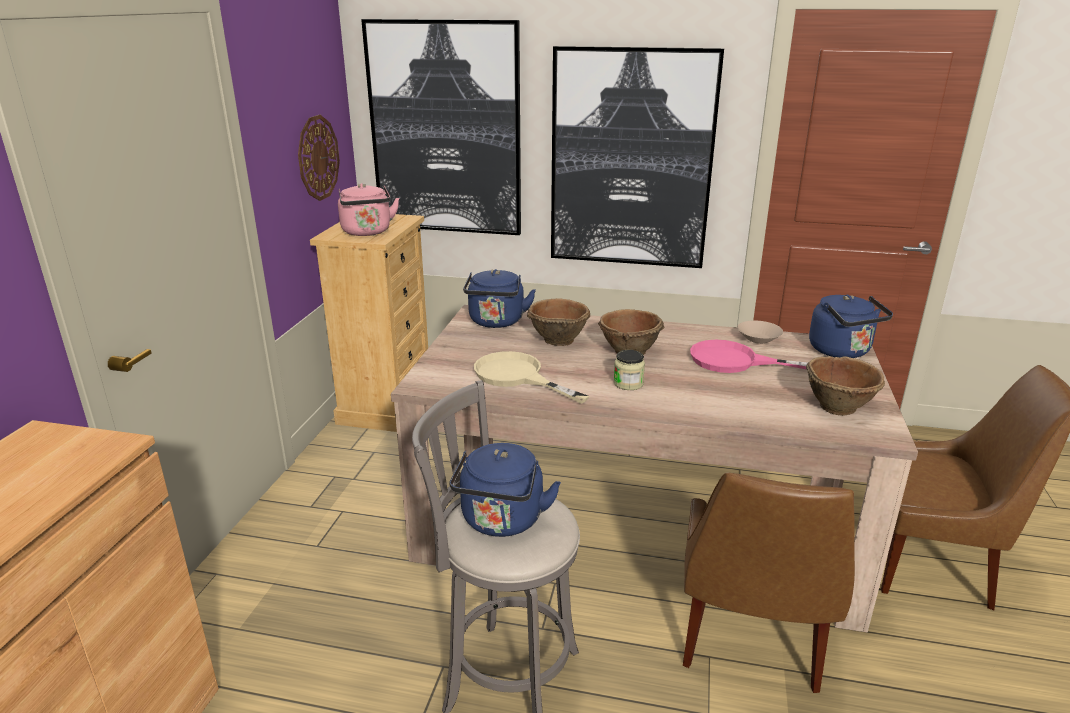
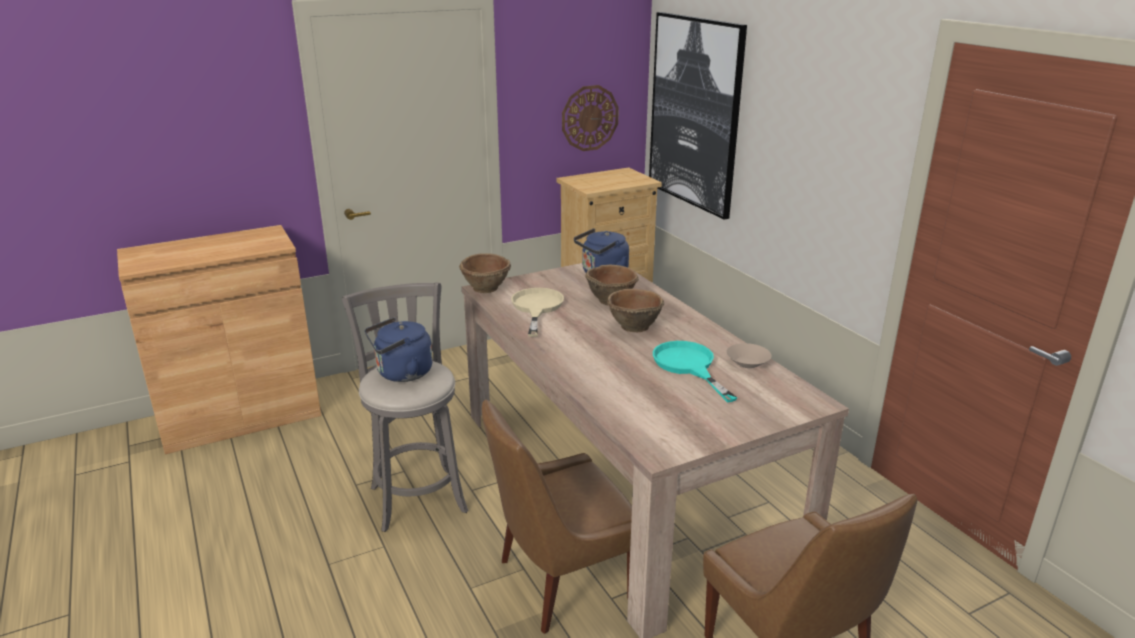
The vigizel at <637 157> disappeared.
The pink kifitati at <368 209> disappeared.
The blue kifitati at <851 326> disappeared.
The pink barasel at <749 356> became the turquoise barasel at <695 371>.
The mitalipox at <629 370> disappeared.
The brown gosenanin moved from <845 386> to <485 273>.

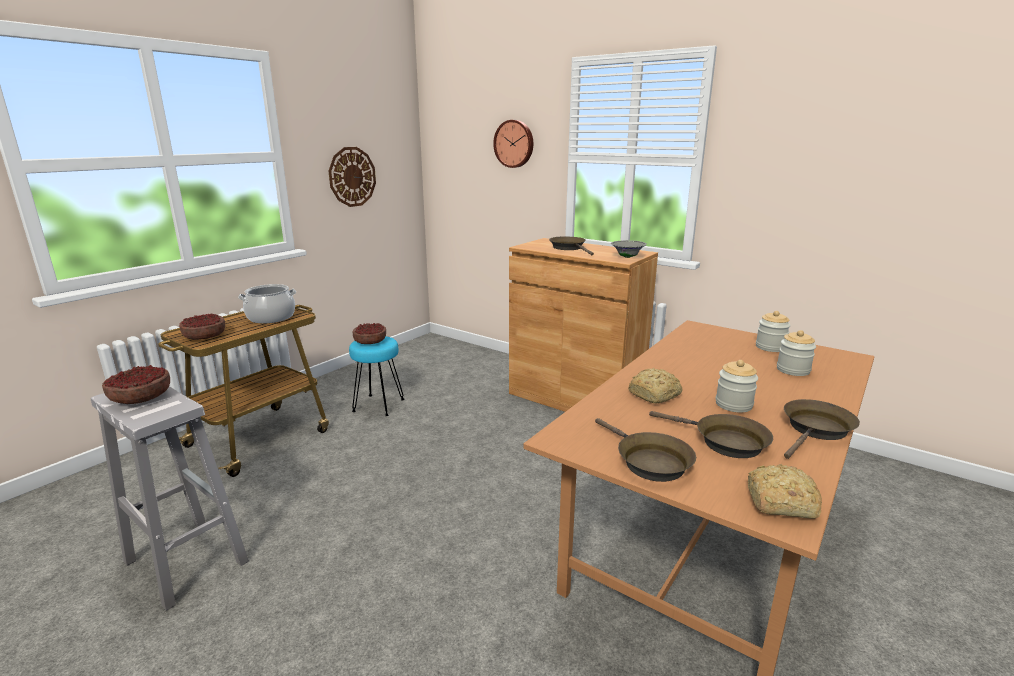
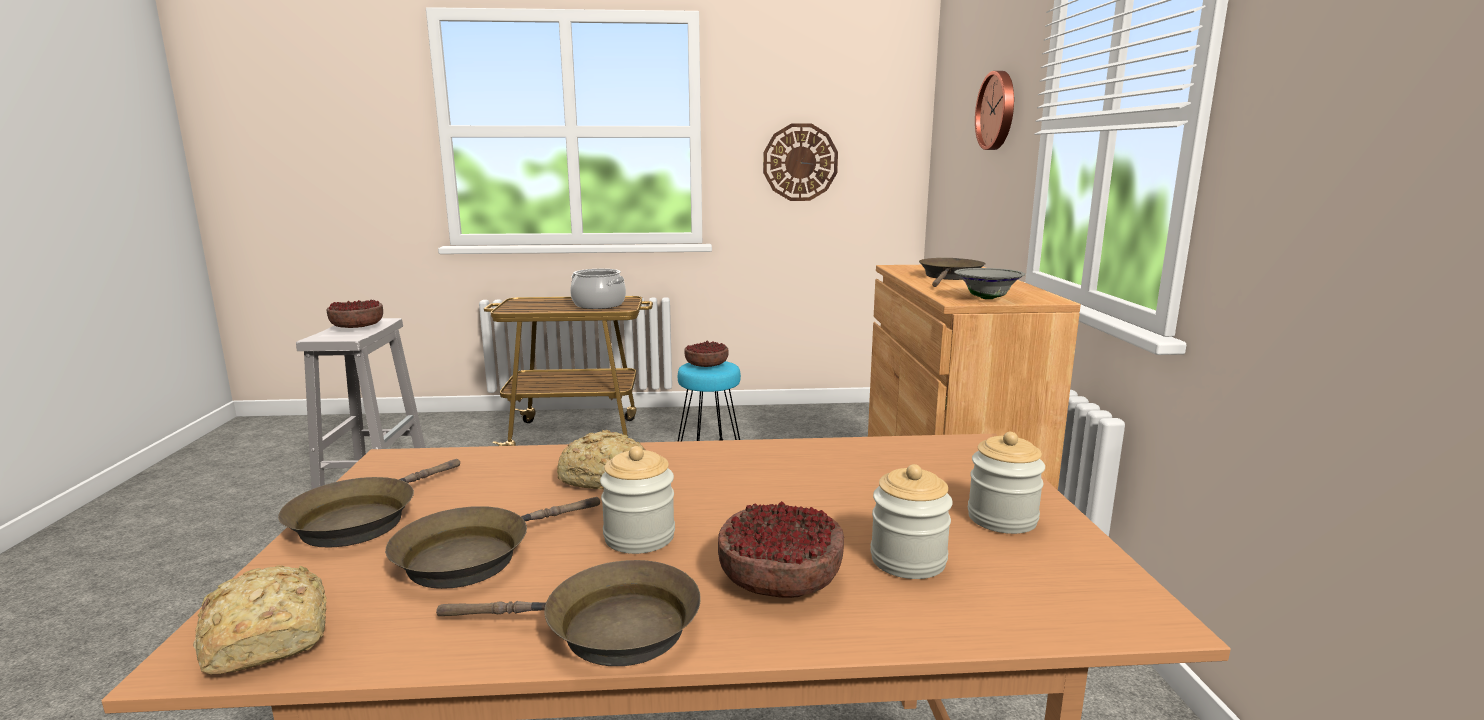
The gosenanin moved from <202 327> to <781 549>.
The brown barasel at <711 434> turned 45 degrees clockwise.

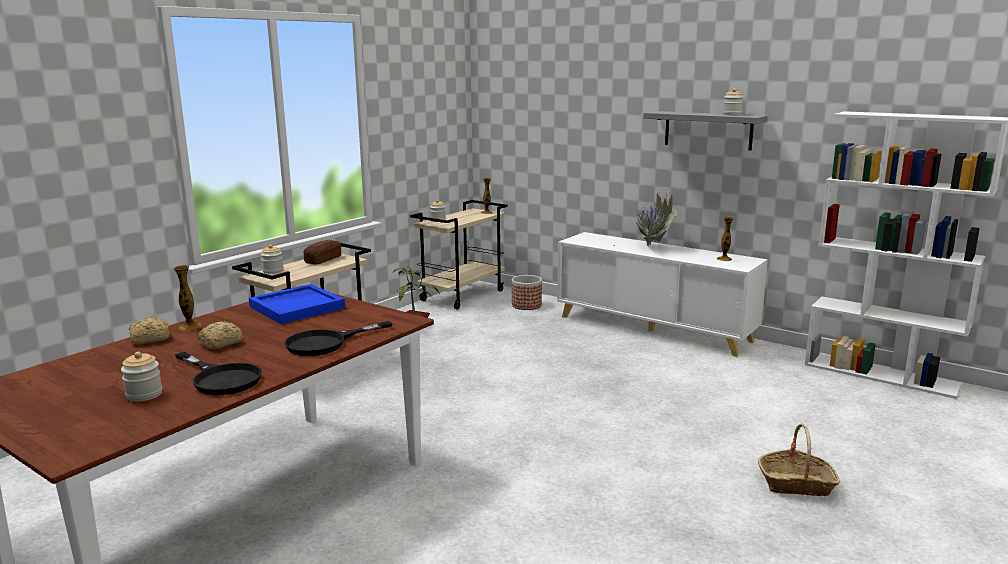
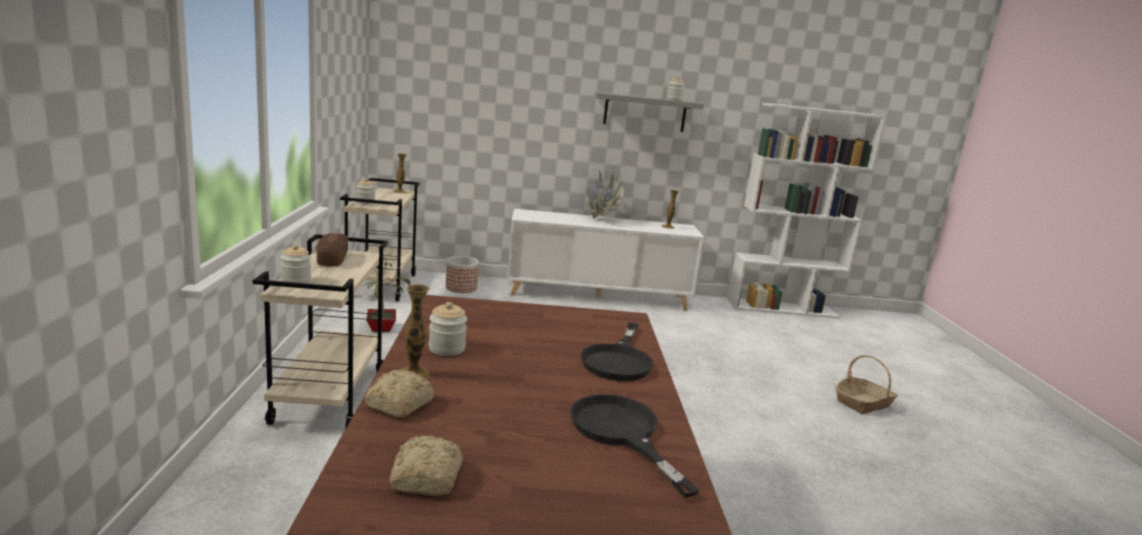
The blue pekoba at <297 304> disappeared.
The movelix moved from <220 335> to <426 466>.
The mitalipox moved from <141 377> to <447 329>.
The black barasel at <218 373> turned 120 degrees counterclockwise.

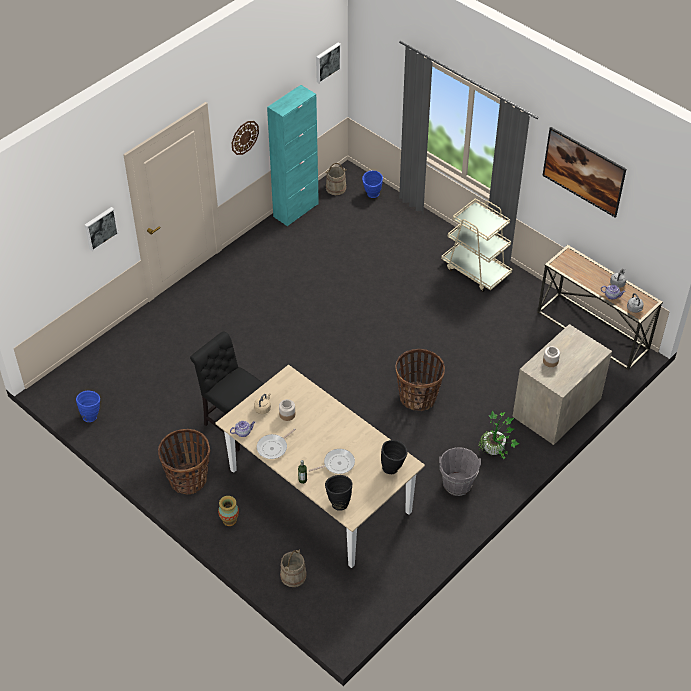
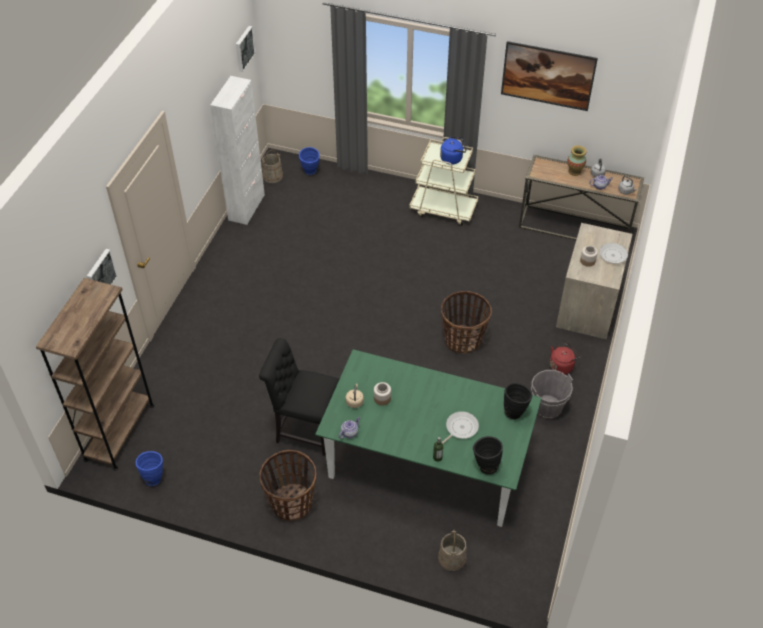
The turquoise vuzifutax at <293 155> became the white vuzifutax at <237 150>.
The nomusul at <245 138> disappeared.
The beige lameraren at <320 466> became the green lameraren at <428 438>.
The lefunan at <498 435> was replaced by the red kifitati at <565 358>.
The barasel moved from <276 443> to <613 248>.
The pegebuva moved from <228 511> to <577 160>.
The blue kifitati at <453 151> appeared.
The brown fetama at <95 374> appeared.

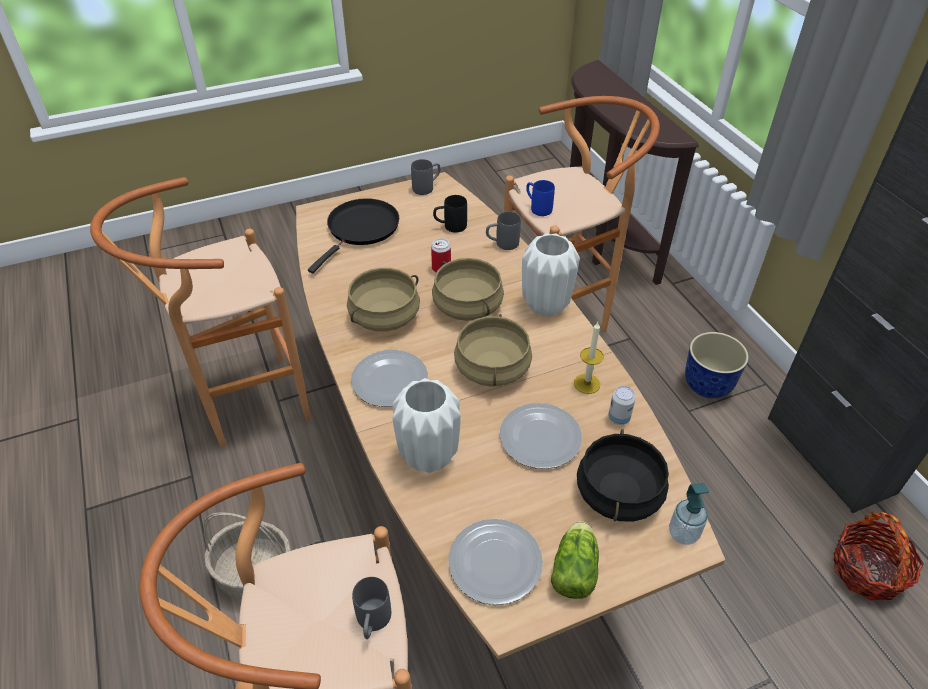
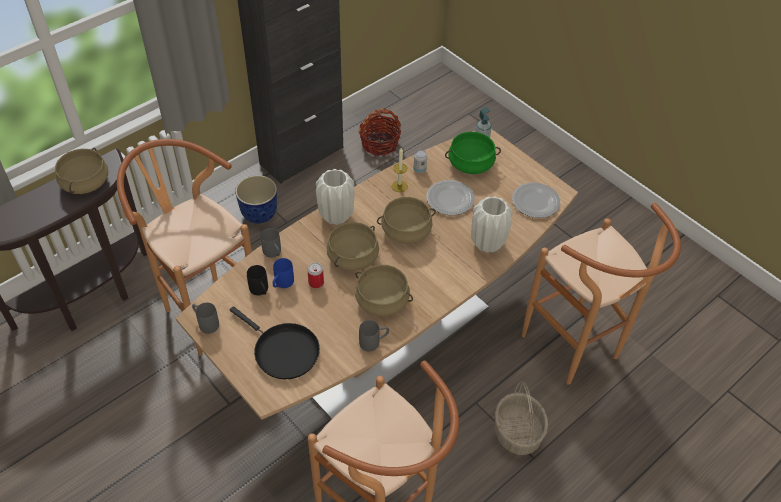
The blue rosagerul moved from <540 198> to <283 273>.
The black barasel at <353 235> turned 150 degrees counterclockwise.
The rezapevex at <389 378> disappeared.
The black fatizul at <623 475> became the green fatizul at <473 153>.
The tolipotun at <575 560> disappeared.
The grey rosagerul moved from <371 608> to <374 335>.
The beige fatizul at <81 171> appeared.

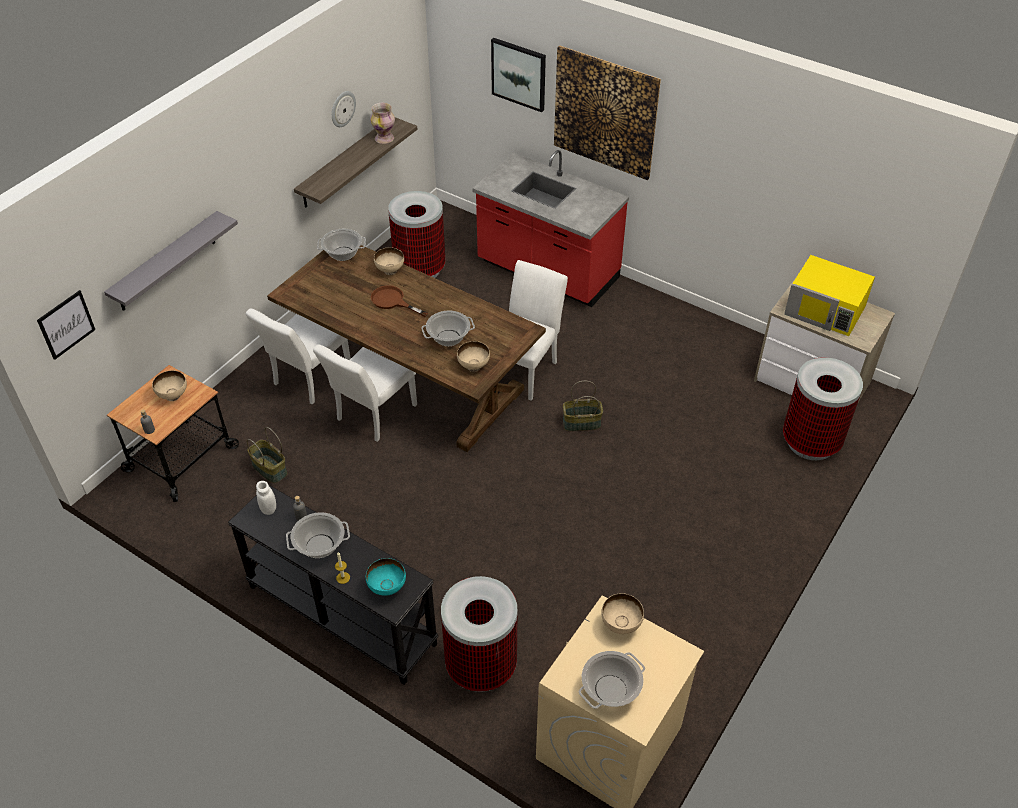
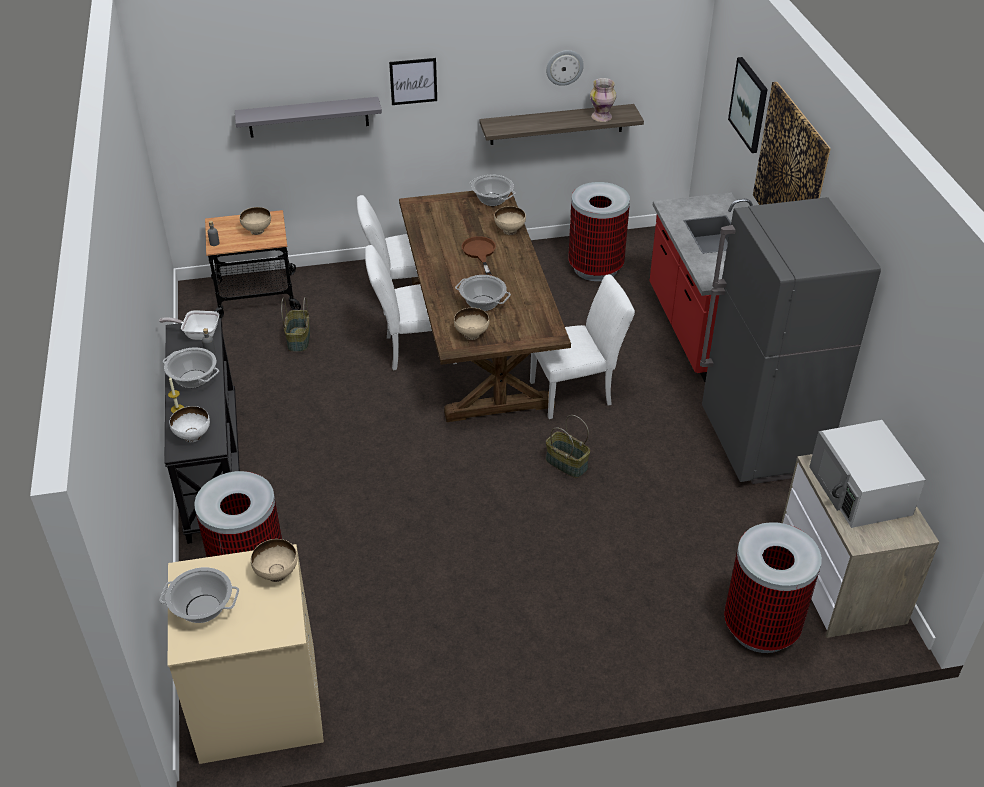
The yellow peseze at <829 295> became the white peseze at <867 474>.
The vigizel moved from <66 325> to <413 81>.
The white mitalipox at <266 498> was replaced by the barasel at <189 325>.
The turquoise gosenanin at <386 577> became the white gosenanin at <189 424>.
The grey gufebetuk at <790 340> appeared.

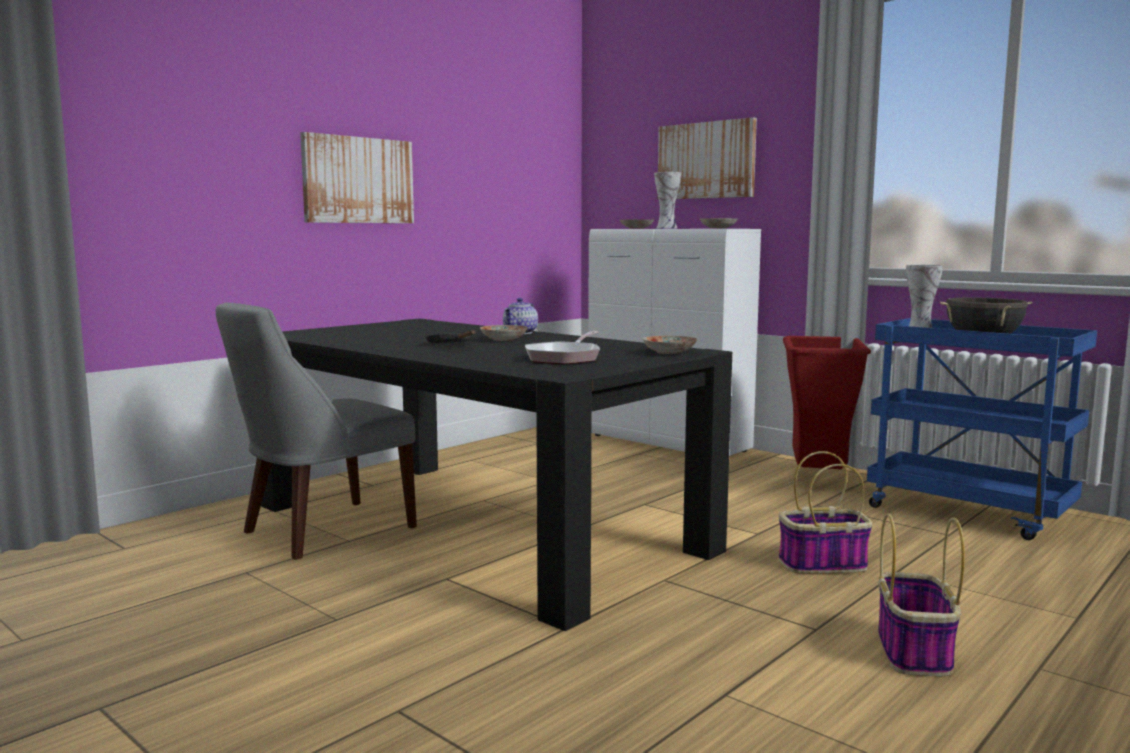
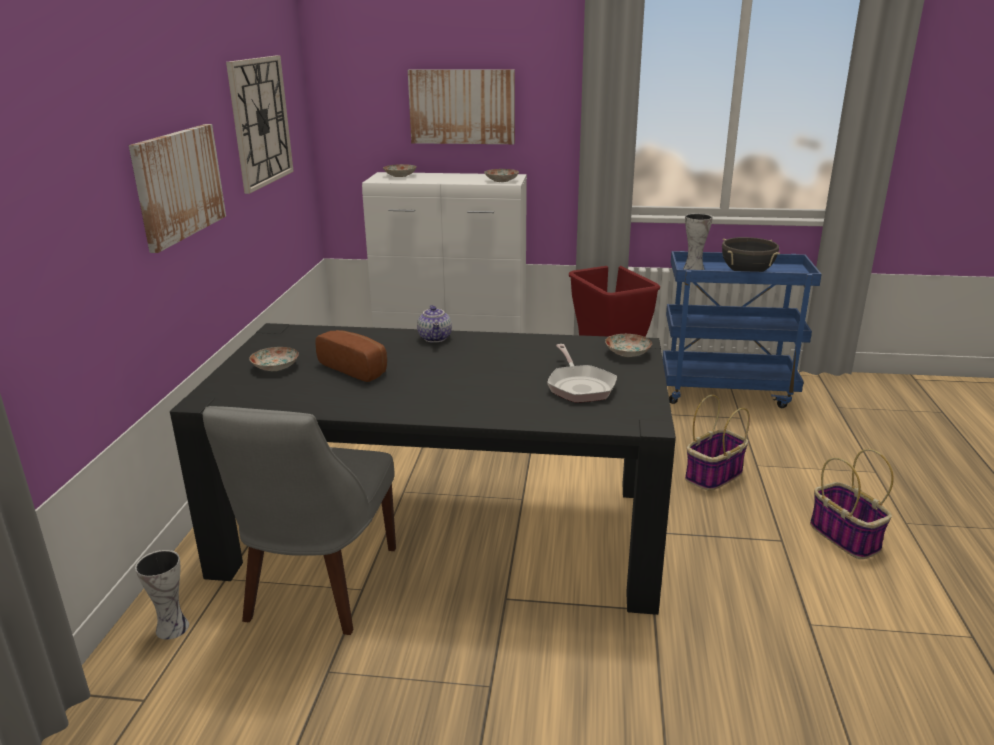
The pegebuva moved from <667 200> to <162 595>.
The rezapevex moved from <504 333> to <274 359>.
The black barasel at <450 337> disappeared.
The nomusul at <260 125> appeared.
The movelix at <351 356> appeared.

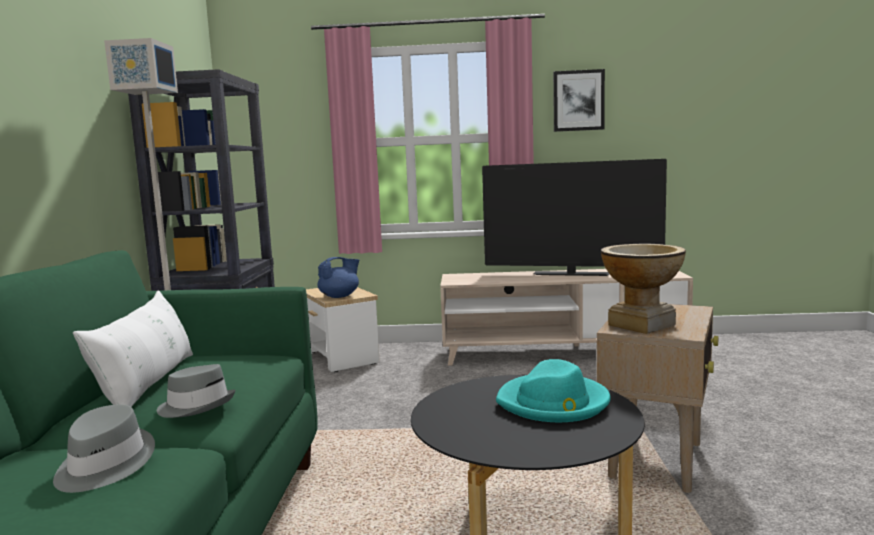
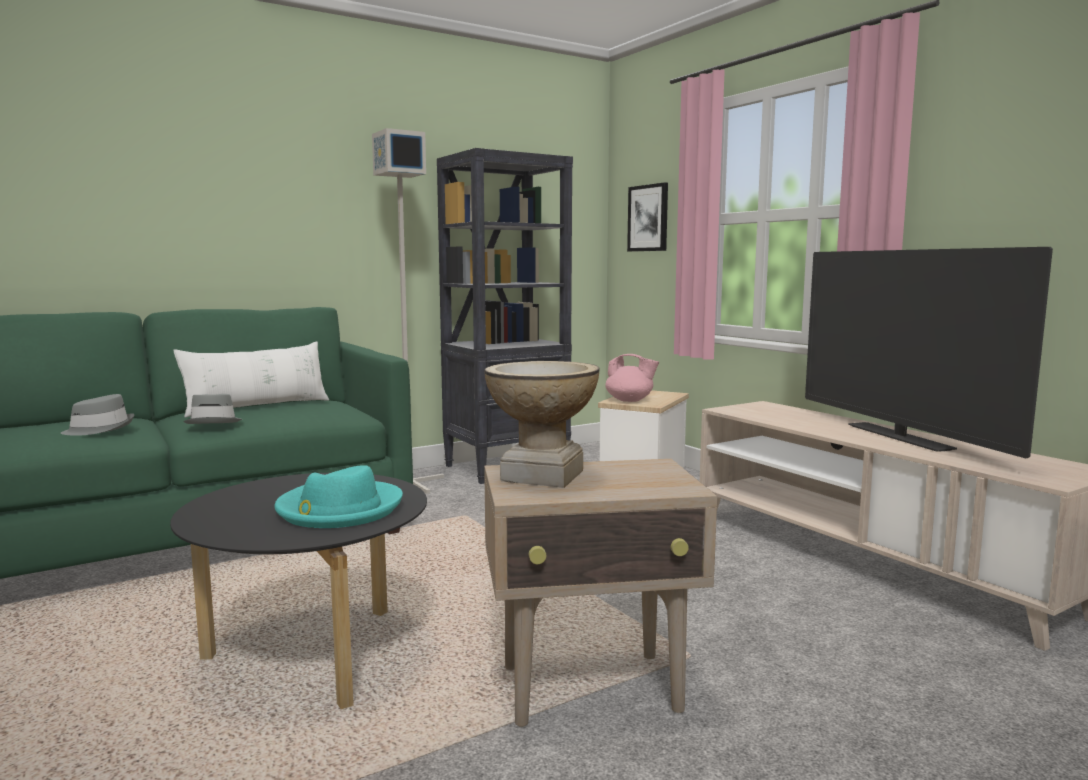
The vigizel moved from <579 100> to <647 217>.
The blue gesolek at <338 277> became the pink gesolek at <632 378>.

